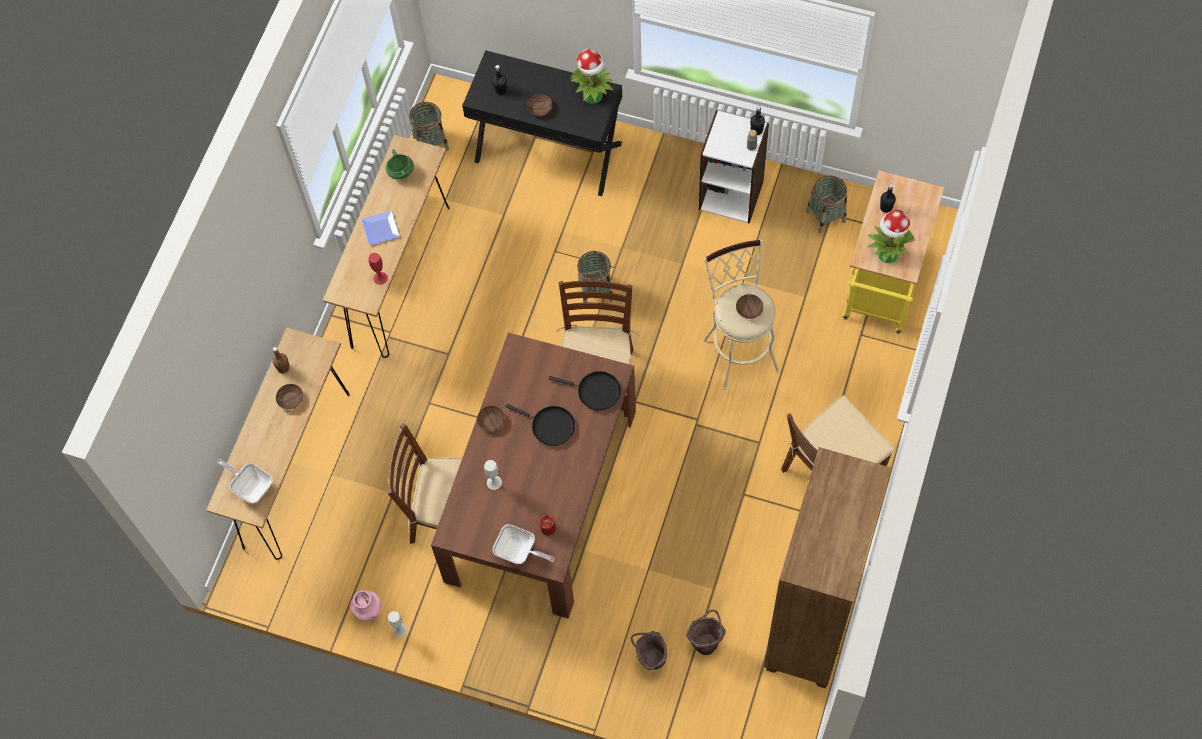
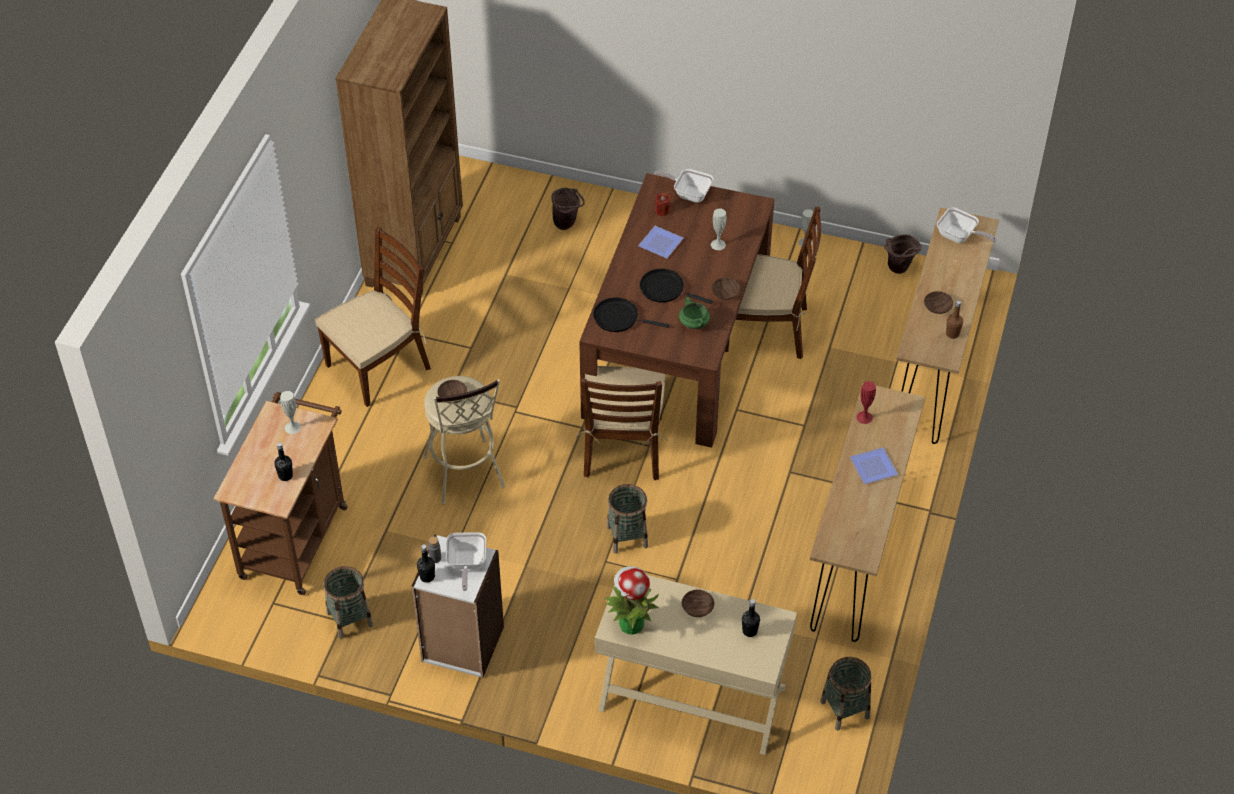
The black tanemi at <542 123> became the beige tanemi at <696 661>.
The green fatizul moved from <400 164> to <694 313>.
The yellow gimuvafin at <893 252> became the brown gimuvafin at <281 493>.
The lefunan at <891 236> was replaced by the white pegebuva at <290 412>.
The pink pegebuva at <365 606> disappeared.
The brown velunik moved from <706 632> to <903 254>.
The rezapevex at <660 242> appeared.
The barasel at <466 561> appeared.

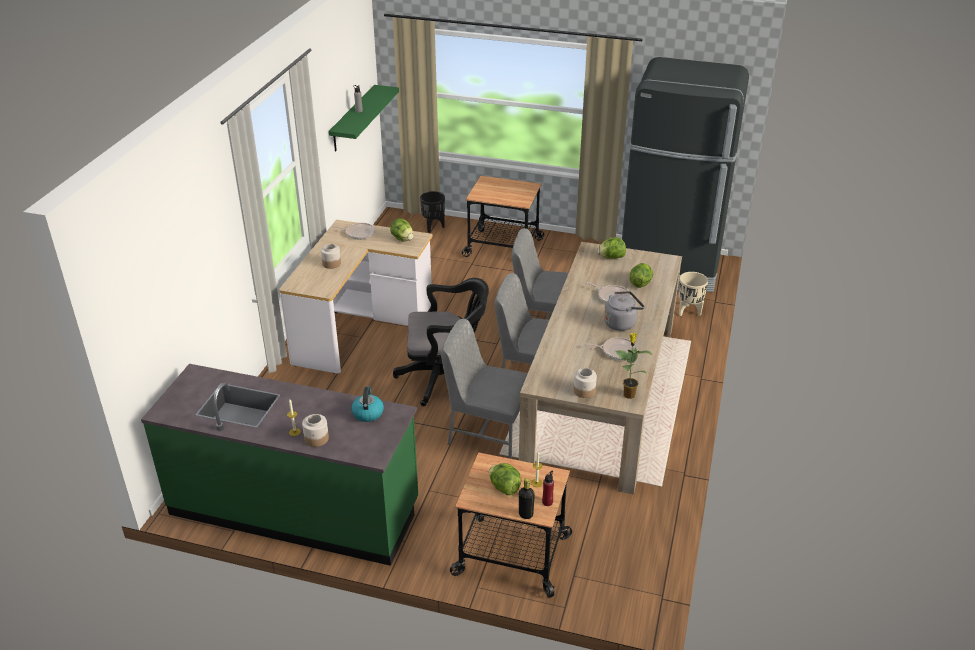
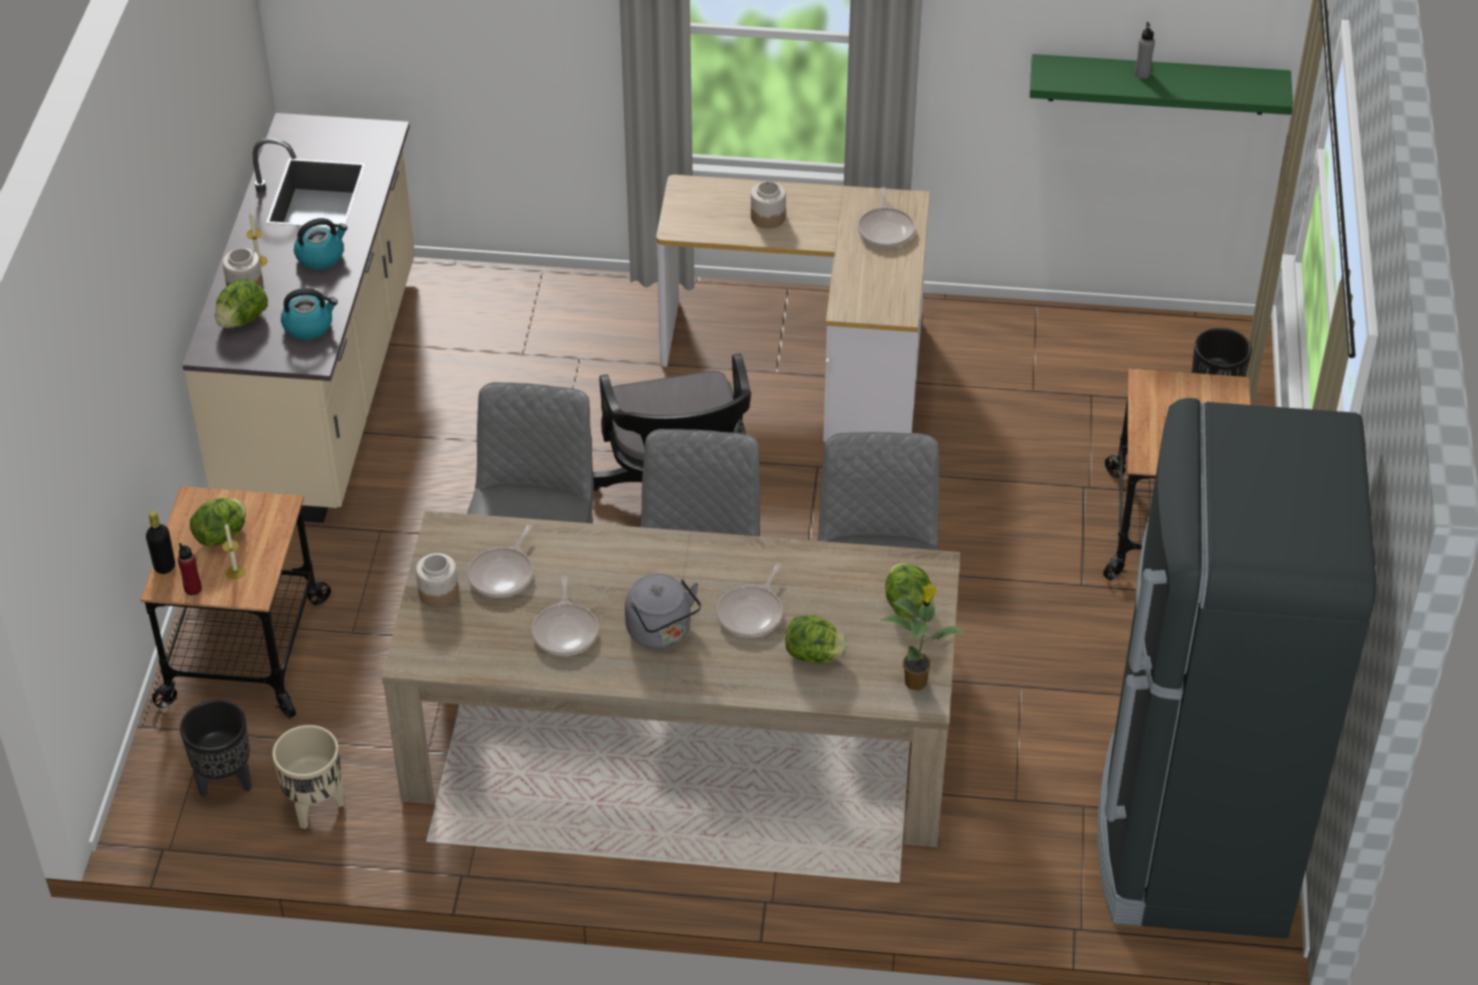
The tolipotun moved from <402 230> to <241 303>.
The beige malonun moved from <693 294> to <308 777>.
The lefunan moved from <634 366> to <923 637>.
The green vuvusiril at <279 465> became the beige vuvusiril at <298 318>.
The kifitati at <321 244> appeared.
The barasel at <500 561> appeared.
The black malonun at <216 748> appeared.

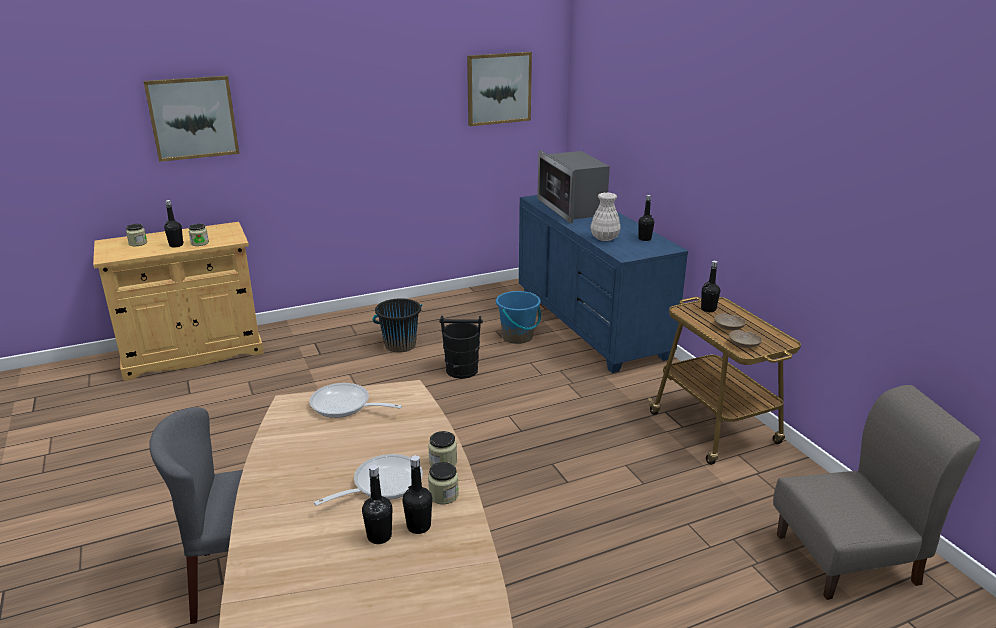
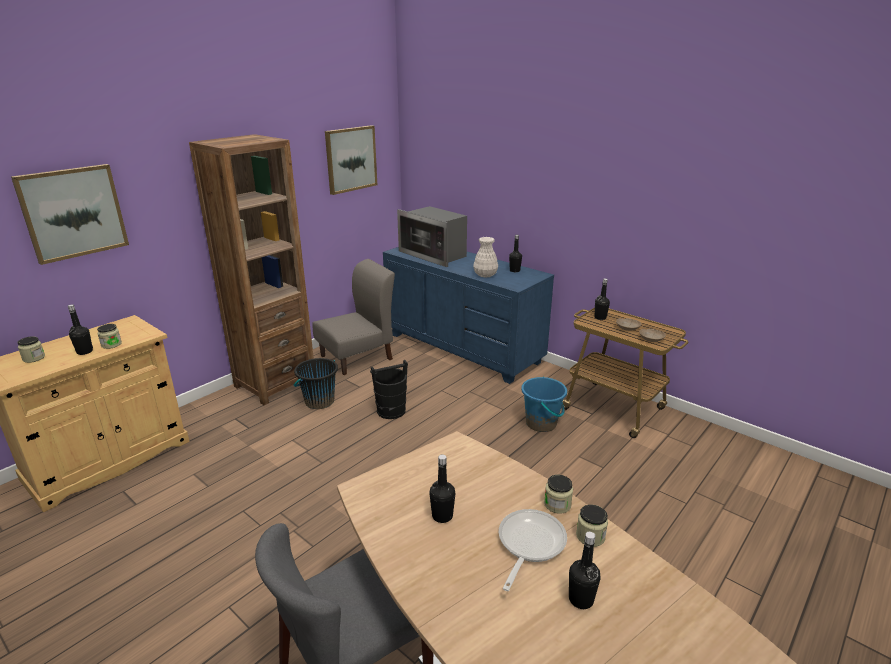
The blue velunik moved from <518 317> to <544 404>.
The barasel at <355 400> disappeared.
The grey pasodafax moved from <876 492> to <353 317>.
The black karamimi moved from <417 494> to <442 488>.
The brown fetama at <251 269> appeared.

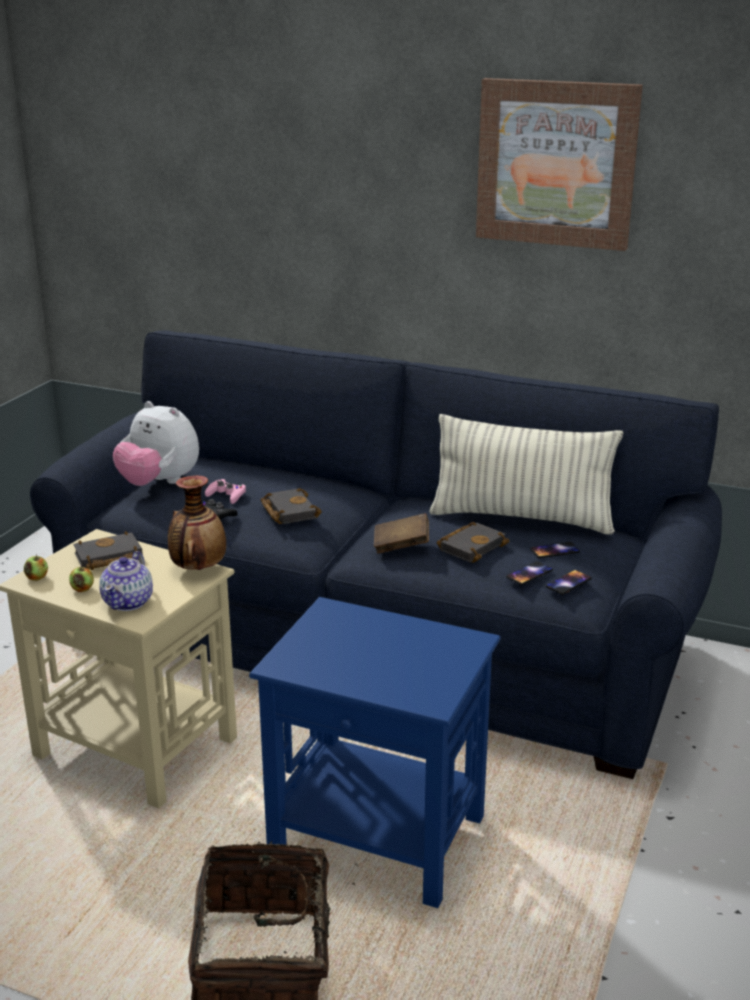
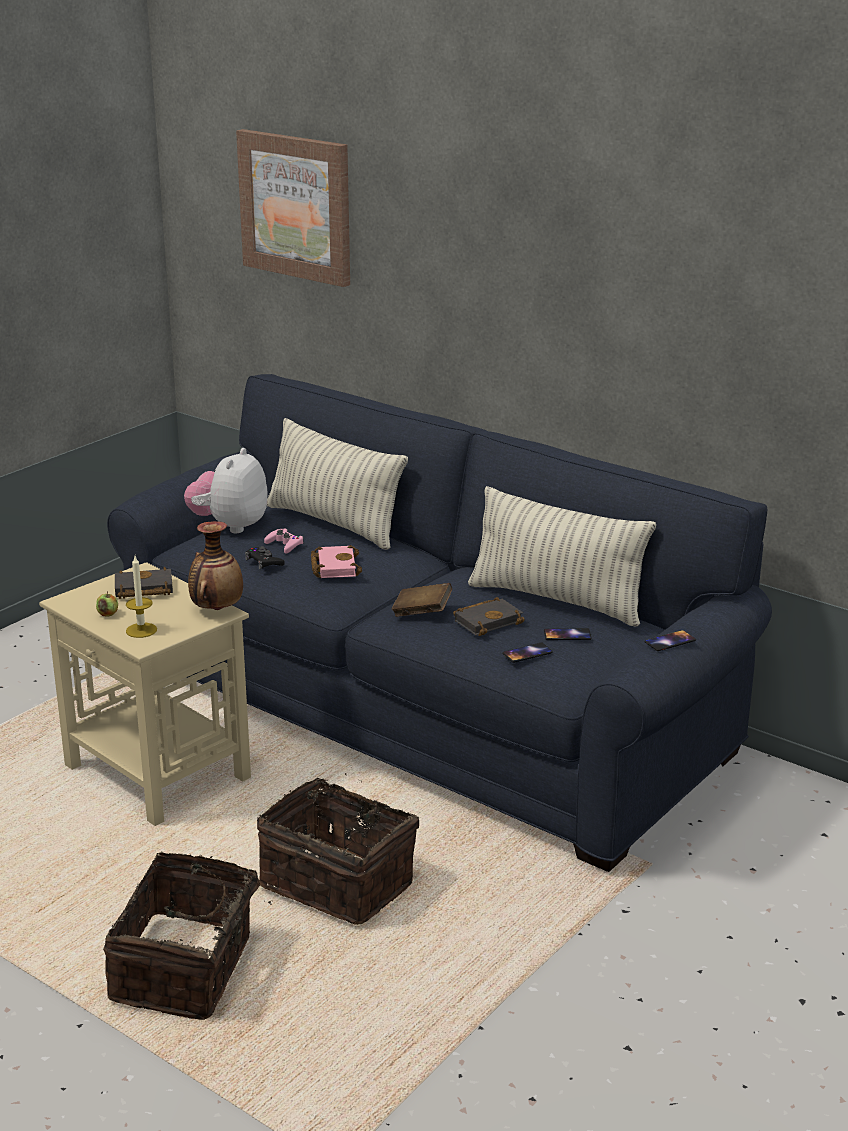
The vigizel moved from <559 164> to <293 208>.
The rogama at <156 443> turned 60 degrees clockwise.
The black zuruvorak at <291 506> became the pink zuruvorak at <336 561>.
The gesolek at <126 581> was replaced by the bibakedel at <141 597>.
The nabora at <36 567> disappeared.
The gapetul moved from <569 582> to <670 640>.
The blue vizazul at <374 752> was replaced by the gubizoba at <338 849>.
The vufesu at <337 484> appeared.

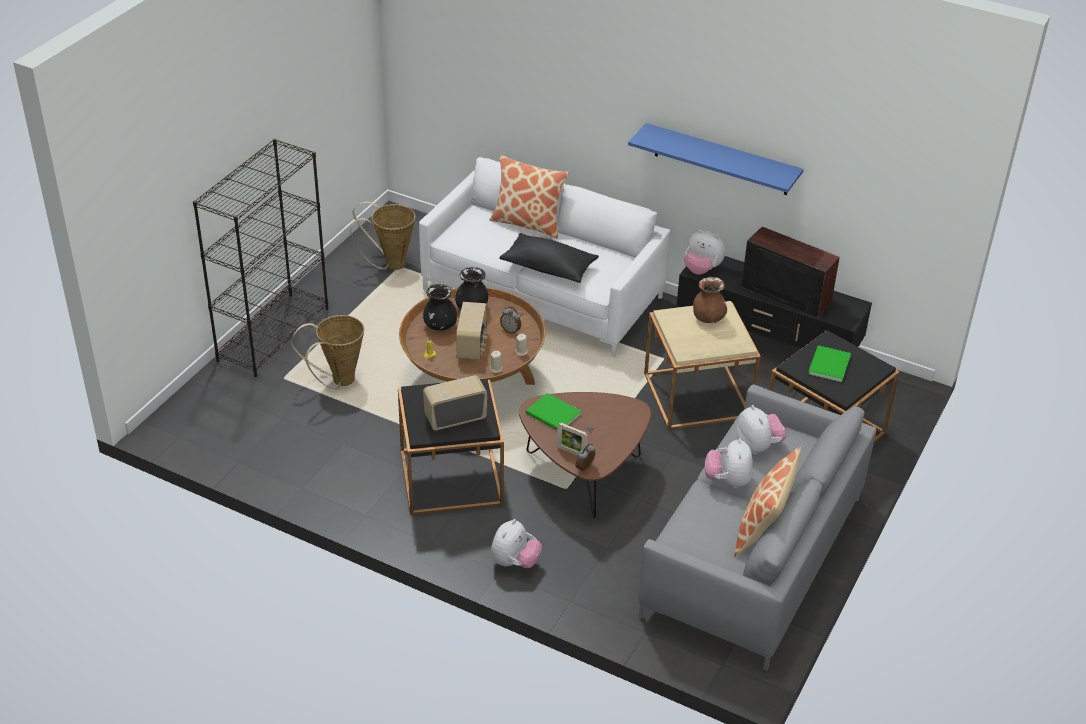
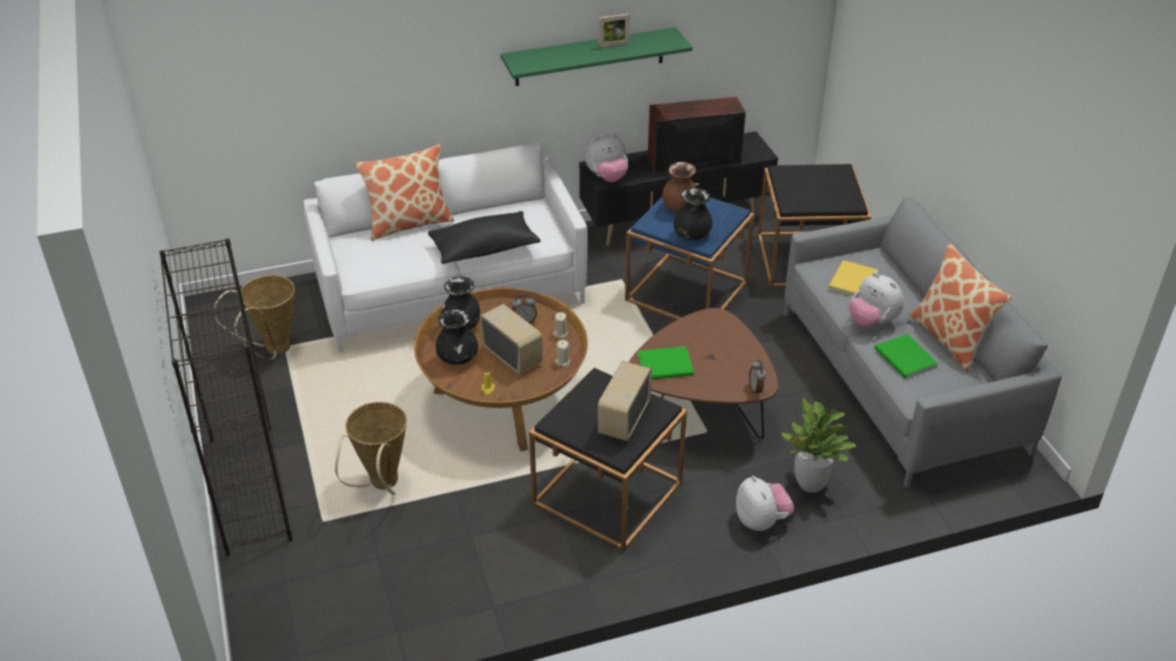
The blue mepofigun at <716 159> became the green mepofigun at <597 56>.
The beige vizazul at <702 365> became the blue vizazul at <689 258>.
The green zuruvorak moved from <829 363> to <906 356>.
The rogama at <761 429> was replaced by the yellow zuruvorak at <853 278>.
The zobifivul moved from <572 439> to <614 30>.
The black pegebuva at <693 214> appeared.
The lefunan at <818 445> appeared.

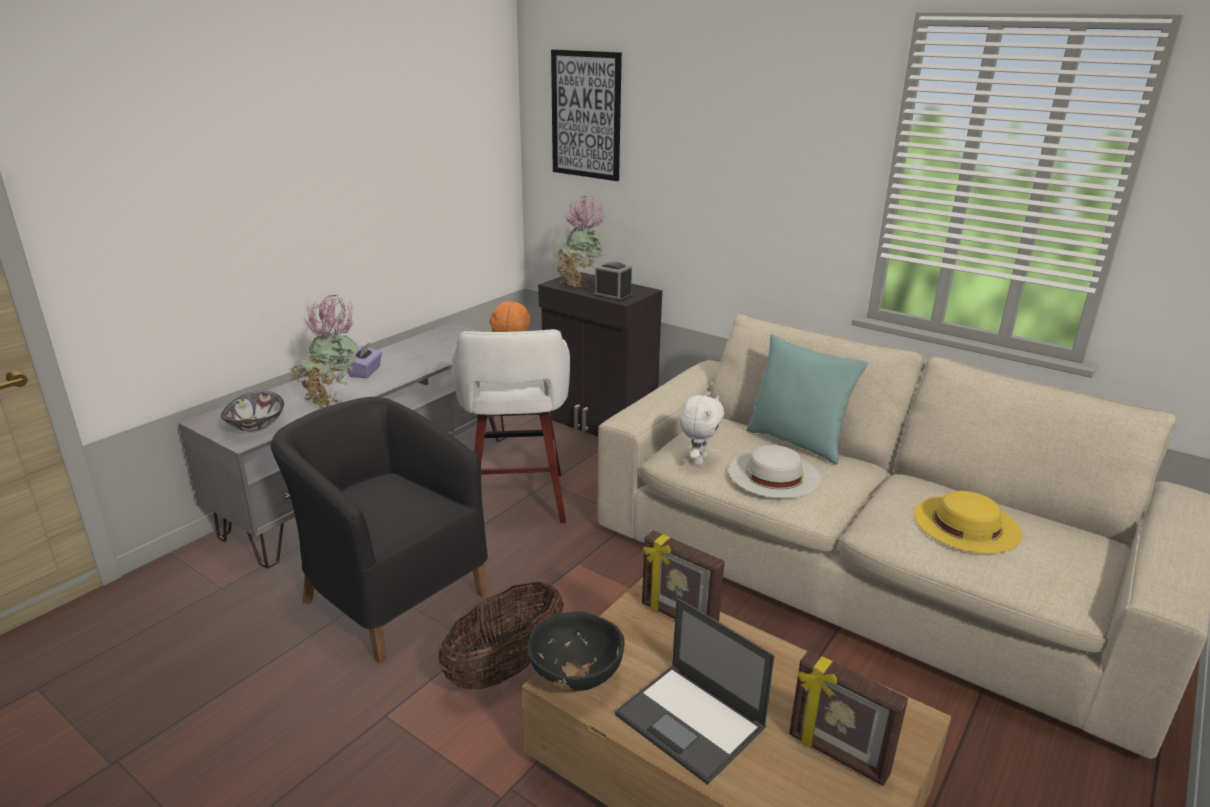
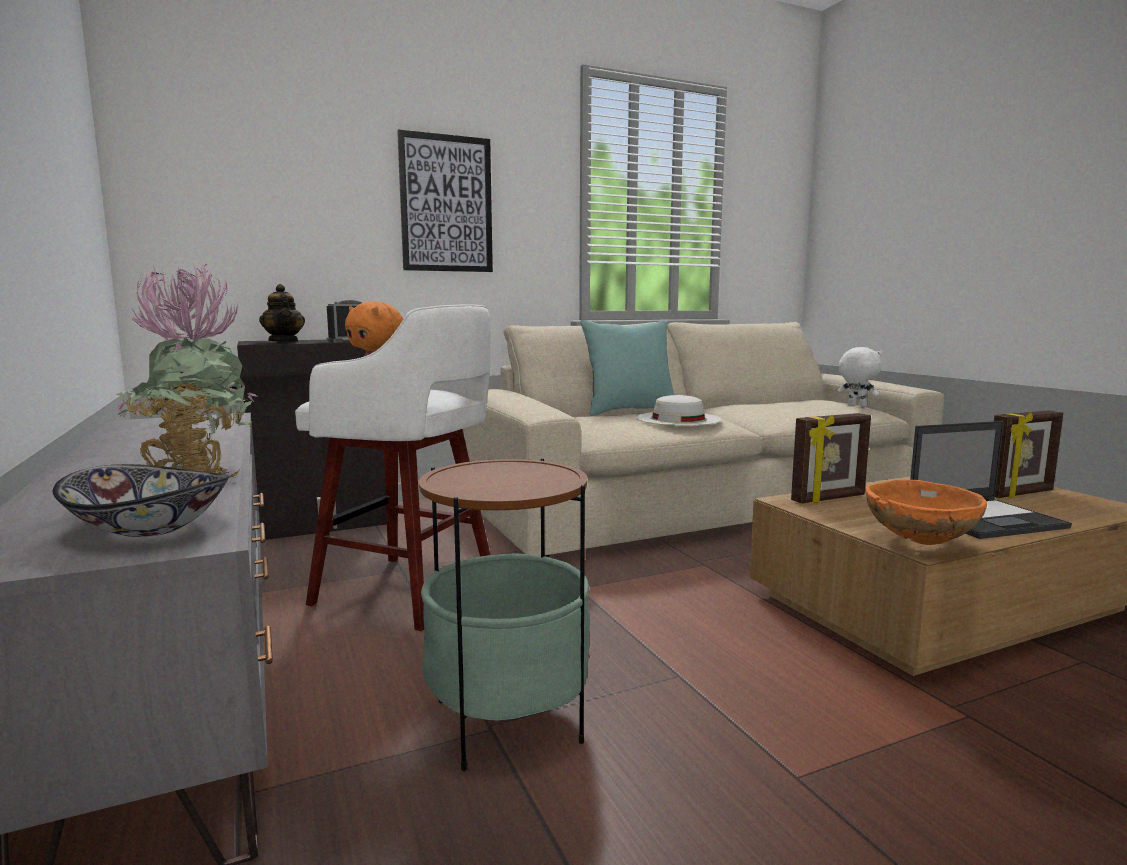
The vigizel moved from <586 115> to <445 201>.
The lefunan at <579 243> was replaced by the gesolek at <282 313>.
The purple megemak at <363 360> disappeared.
The white rogama moved from <702 430> to <860 377>.
The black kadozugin at <379 530> was replaced by the vizazul at <504 614>.
The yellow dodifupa at <968 522> disappeared.
The gubizoba at <501 635> disappeared.
The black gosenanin at <576 651> became the orange gosenanin at <926 512>.

